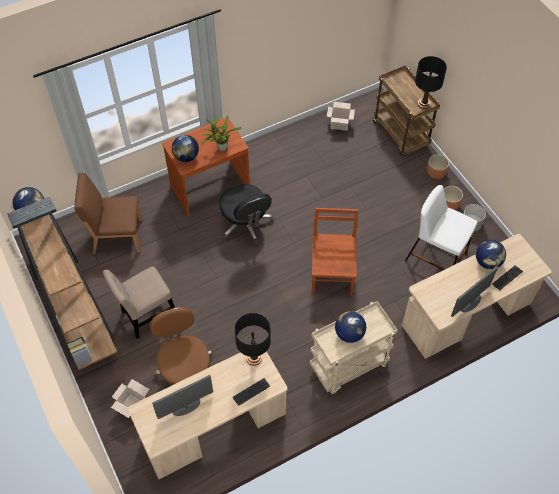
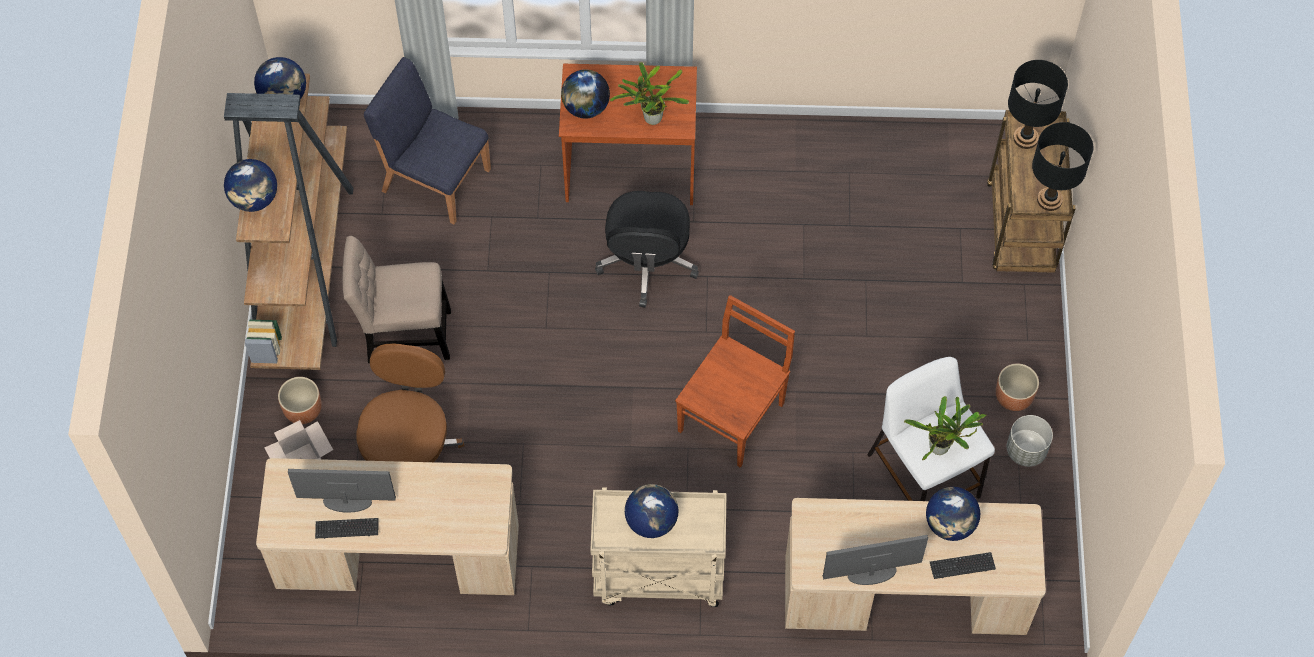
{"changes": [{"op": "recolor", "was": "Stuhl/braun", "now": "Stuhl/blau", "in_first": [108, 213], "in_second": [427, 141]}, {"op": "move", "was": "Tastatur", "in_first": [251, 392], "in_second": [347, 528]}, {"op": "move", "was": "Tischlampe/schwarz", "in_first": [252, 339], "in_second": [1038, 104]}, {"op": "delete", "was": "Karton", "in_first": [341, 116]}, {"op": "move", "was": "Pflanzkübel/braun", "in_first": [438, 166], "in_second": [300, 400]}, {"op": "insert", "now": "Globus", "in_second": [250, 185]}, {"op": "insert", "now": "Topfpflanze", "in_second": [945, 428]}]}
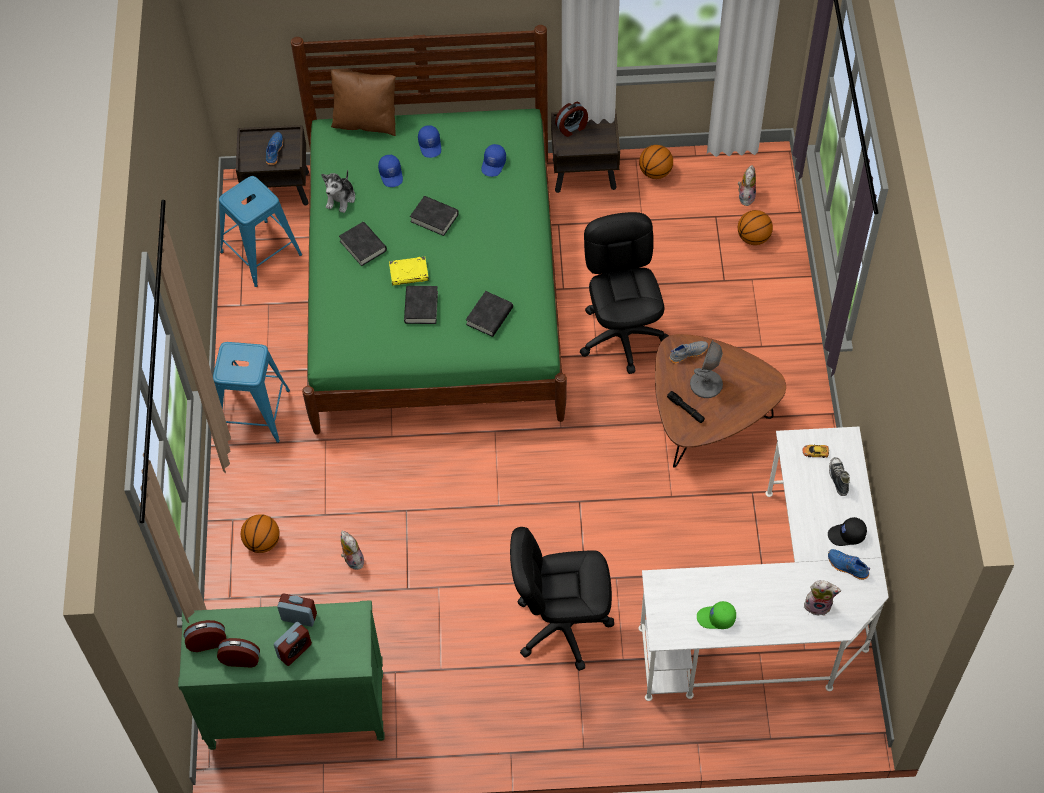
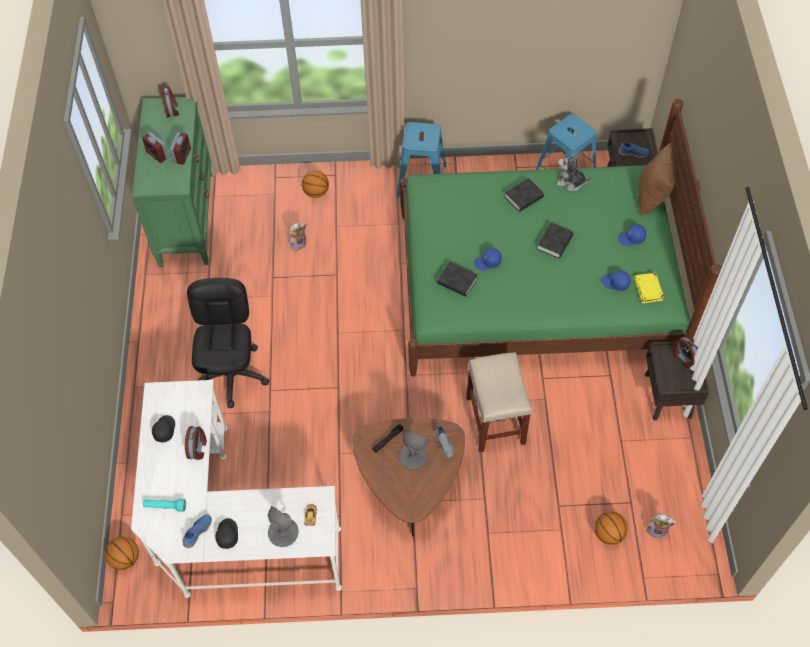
{"changes": [{"op": "move", "was": "Wecker", "in_first": [238, 653], "in_second": [196, 443]}, {"op": "move", "was": "Kappe/blau", "in_first": [390, 171], "in_second": [488, 259]}, {"op": "move", "was": "Buch/gelb", "in_first": [409, 271], "in_second": [649, 288]}, {"op": "delete", "was": "Buch/schwarz", "in_first": [421, 305]}, {"op": "replace", "was": "Bürostuhl/schwarz", "now": "Hocker/beige", "in_first": [624, 293], "in_second": [499, 402]}, {"op": "move", "was": "Basketball", "in_first": [656, 162], "in_second": [122, 553]}, {"op": "recolor", "was": "Kappe/grün", "now": "Kappe/schwarz", "in_first": [716, 615], "in_second": [163, 428]}, {"op": "replace", "was": "Plüschtier", "now": "Taschenlampe/türkis", "in_first": [822, 598], "in_second": [164, 505]}, {"op": "replace", "was": "Schuh", "now": "Tischlampe/grau", "in_first": [839, 476], "in_second": [283, 526]}]}
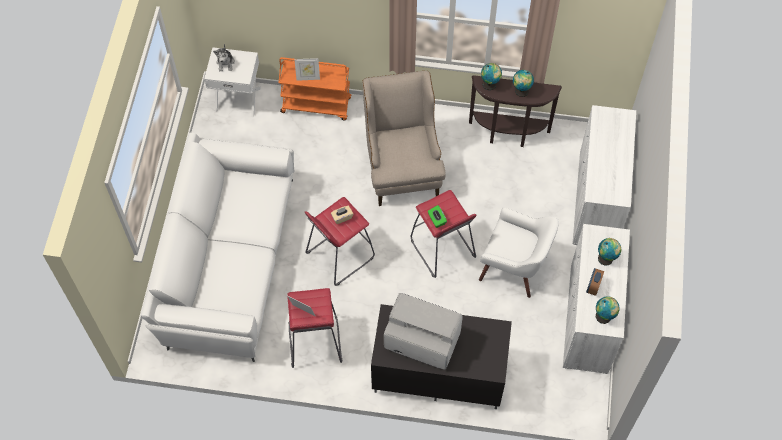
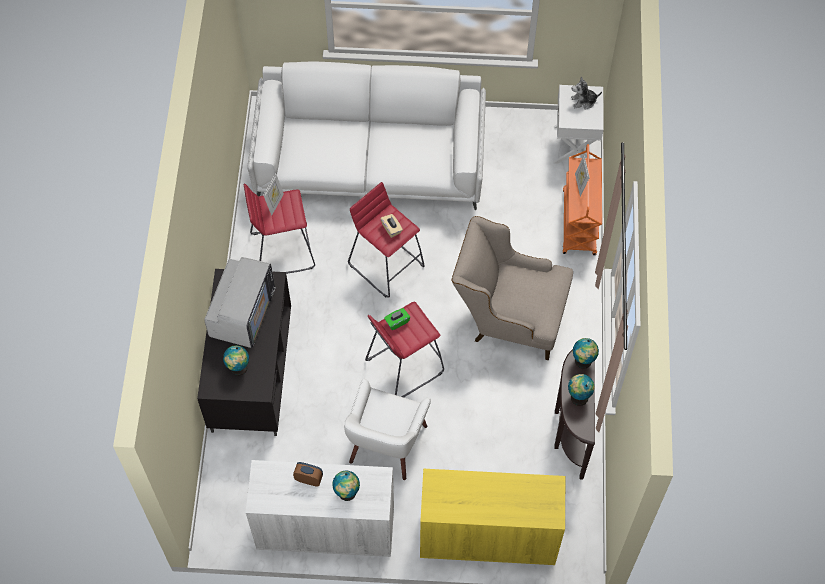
{"changes": [{"op": "rotate", "was": "Sessel/beige", "in_first": [404, 138], "in_second": [512, 288], "clockwise": -150}, {"op": "recolor", "was": "Schrank/weiß", "now": "Schrank/gelb", "in_first": [604, 175], "in_second": [492, 517]}, {"op": "move", "was": "Globus", "in_first": [608, 310], "in_second": [236, 360]}]}
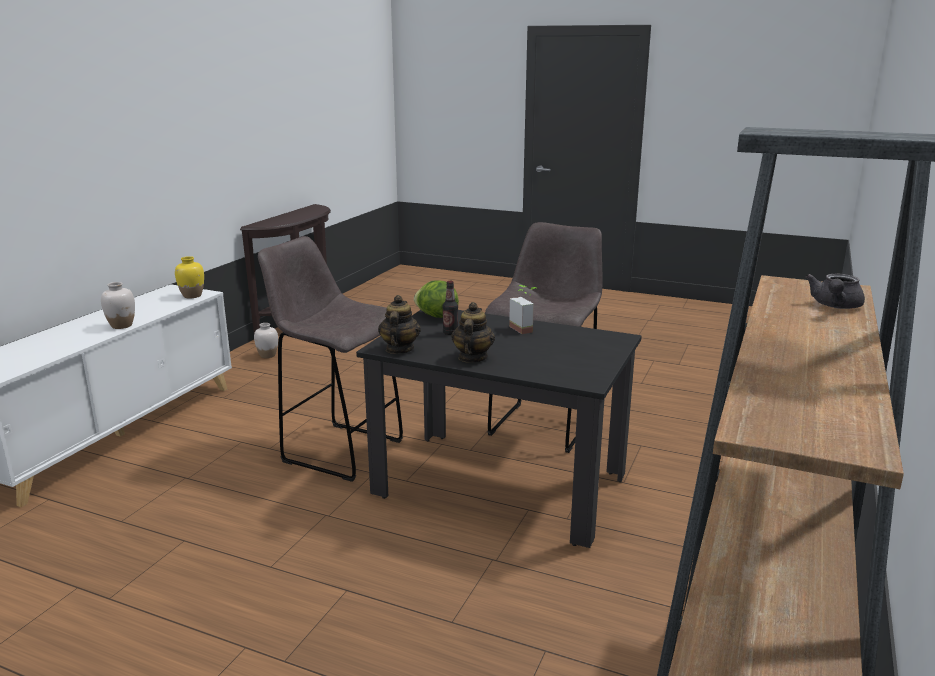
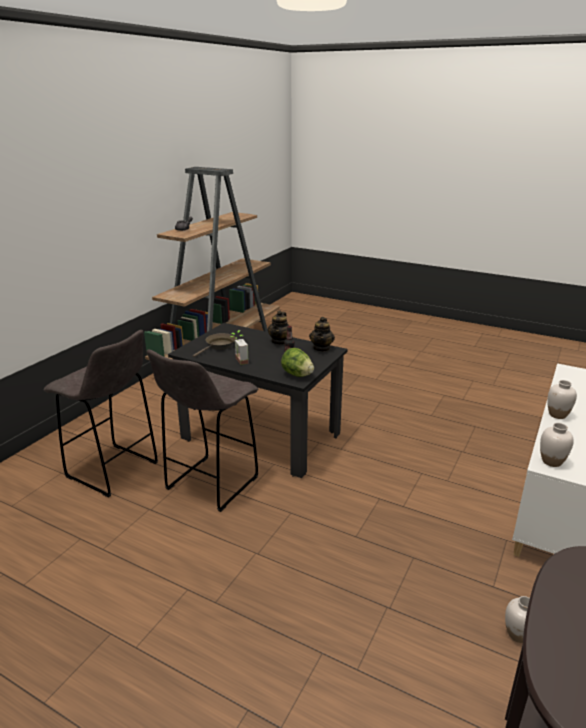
{"changes": [{"op": "recolor", "was": "Vase/gelb", "now": "Vase/weiß", "in_first": [189, 277], "in_second": [556, 445]}, {"op": "move", "was": "Hocker/grau", "in_first": [330, 359], "in_second": [101, 414]}, {"op": "insert", "now": "Pfanne/braun", "in_second": [214, 345]}]}
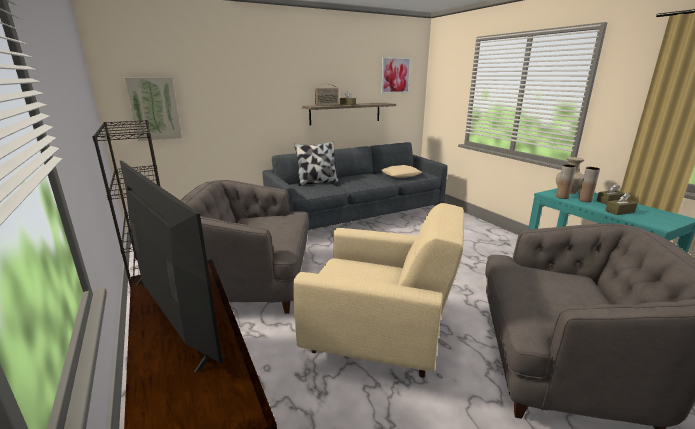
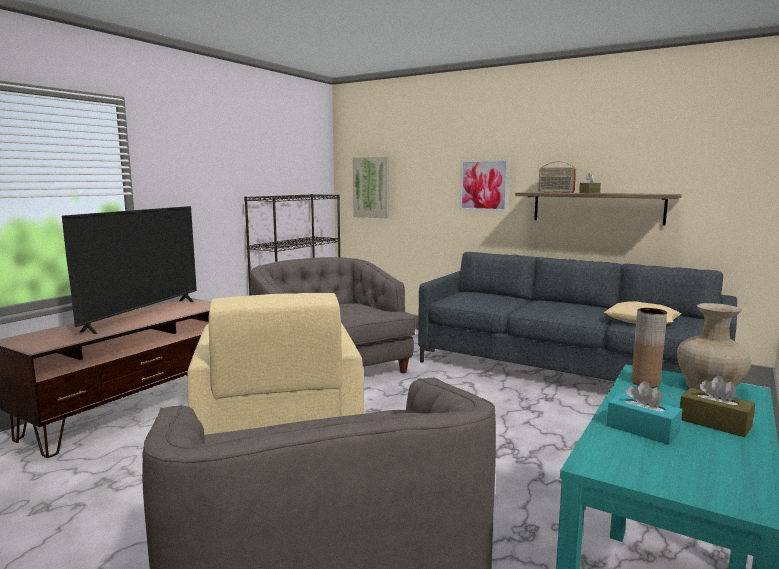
{"changes": [{"op": "delete", "was": "Kissen", "in_first": [316, 164]}, {"op": "move", "was": "Bild", "in_first": [396, 75], "in_second": [484, 185]}, {"op": "delete", "was": "Vase/braun", "in_first": [589, 184]}, {"op": "recolor", "was": "Taschentuchbox/braun", "now": "Taschentuchbox/türkis", "in_first": [621, 204], "in_second": [644, 413]}]}
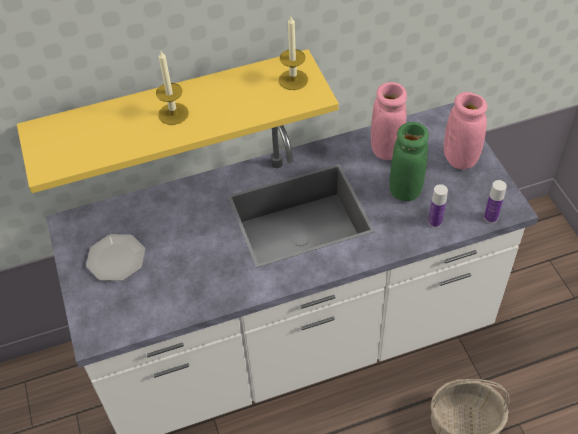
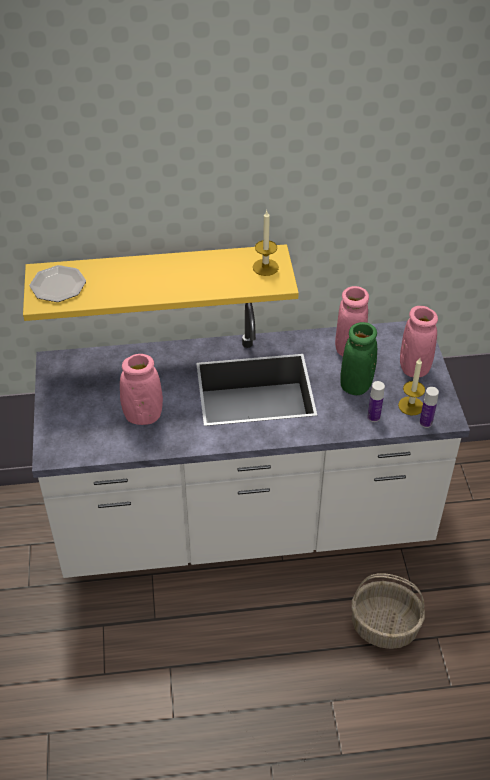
{"changes": [{"op": "move", "was": "Teller", "in_first": [115, 257], "in_second": [58, 283]}, {"op": "move", "was": "Kerze", "in_first": [172, 88], "in_second": [411, 387]}, {"op": "insert", "now": "Vase/rosa", "in_second": [141, 389]}]}
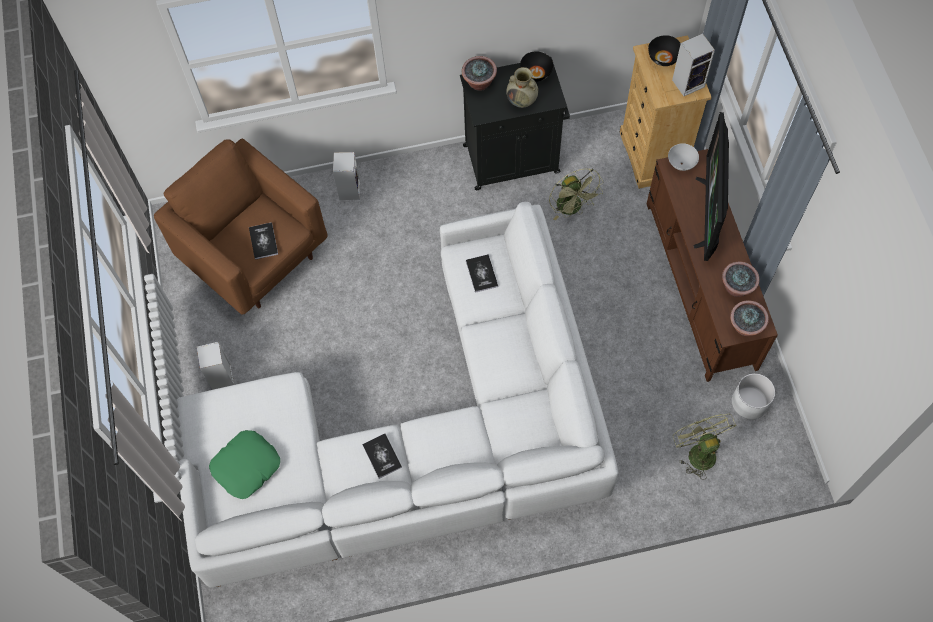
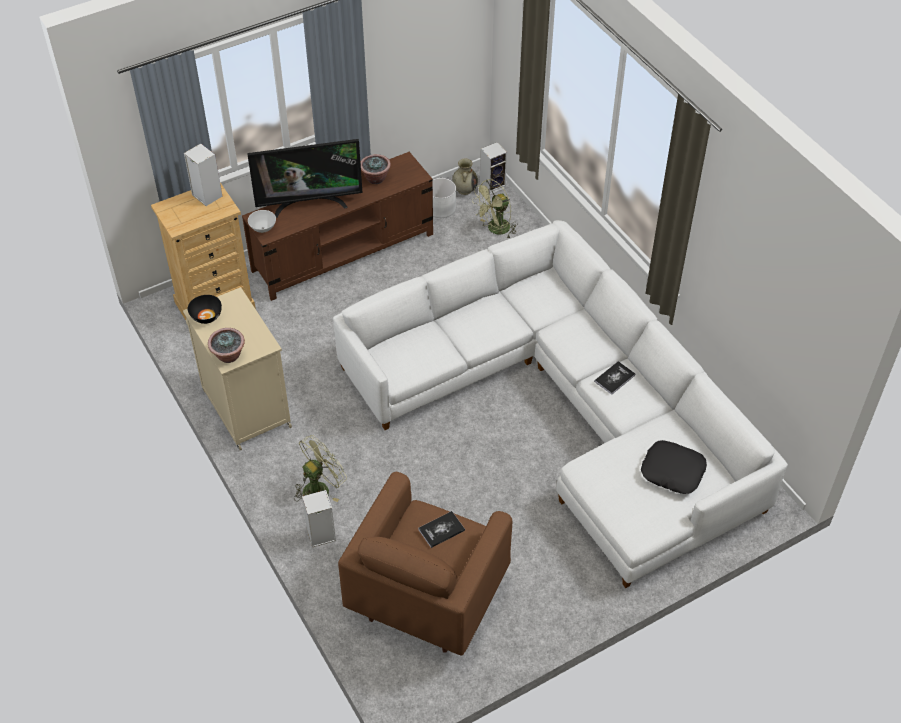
{"changes": [{"op": "move", "was": "Lautsprecher", "in_first": [215, 366], "in_second": [493, 168]}, {"op": "recolor", "was": "Kissen/grün", "now": "Kissen/schwarz", "in_first": [244, 464], "in_second": [674, 467]}, {"op": "recolor", "was": "Schrank/schwarz", "now": "Schrank/beige", "in_first": [515, 123], "in_second": [237, 369]}, {"op": "delete", "was": "Buch", "in_first": [482, 273]}, {"op": "move", "was": "Vase/beige", "in_first": [522, 87], "in_second": [465, 176]}, {"op": "move", "was": "Ventilator/grün", "in_first": [576, 194], "in_second": [320, 468]}, {"op": "delete", "was": "Schüssel/schwarz", "in_first": [664, 50]}, {"op": "delete", "was": "Topfpflanze", "in_first": [749, 318]}]}
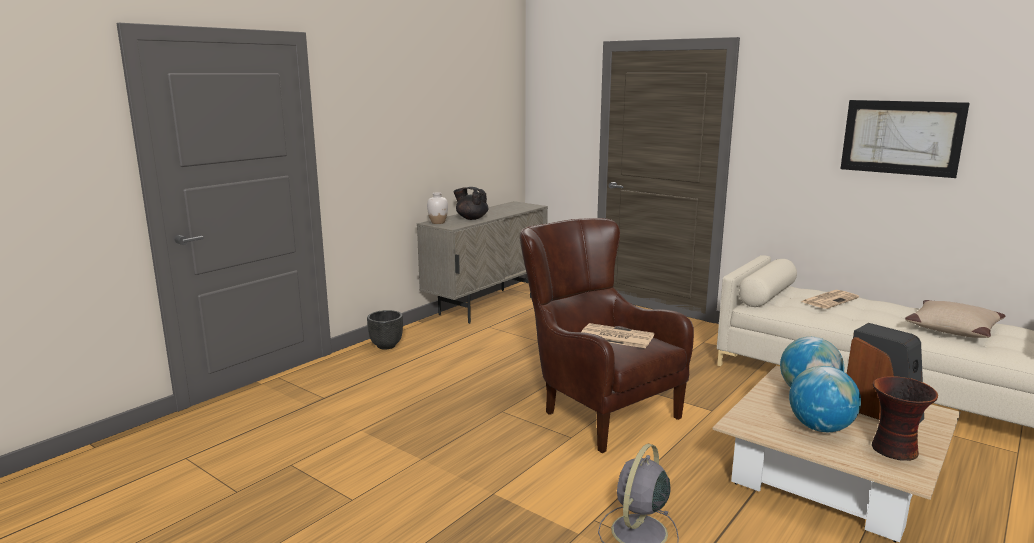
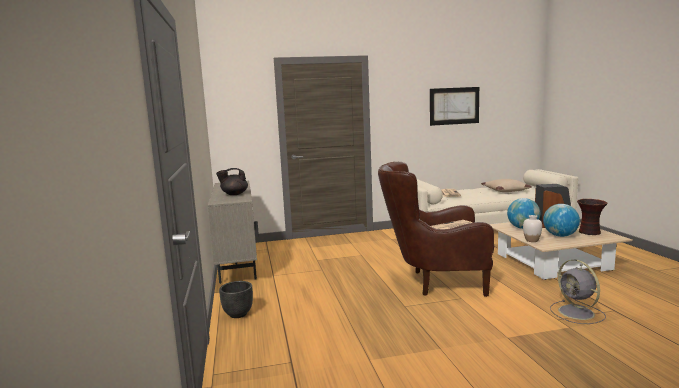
{"changes": [{"op": "move", "was": "Vase/weiß", "in_first": [437, 208], "in_second": [532, 228]}]}
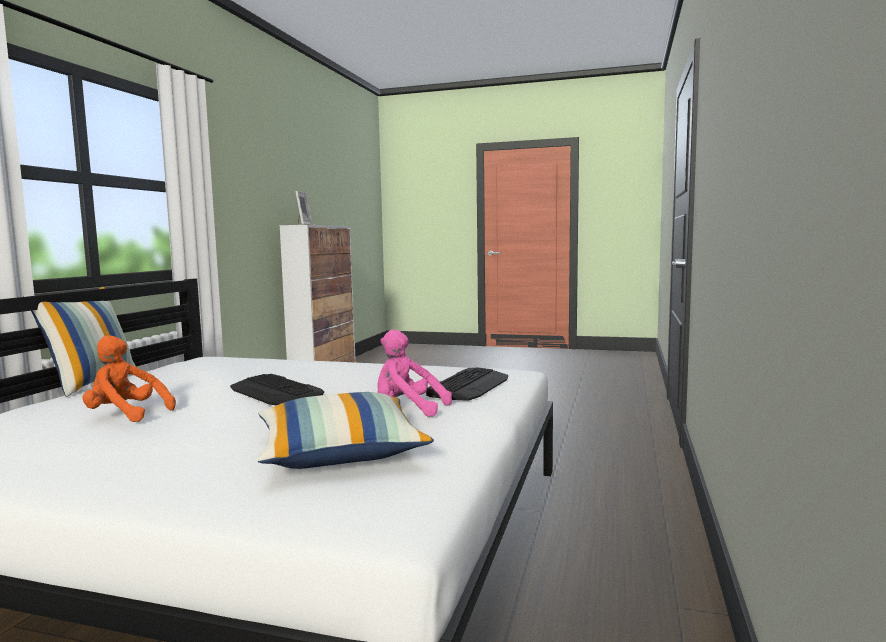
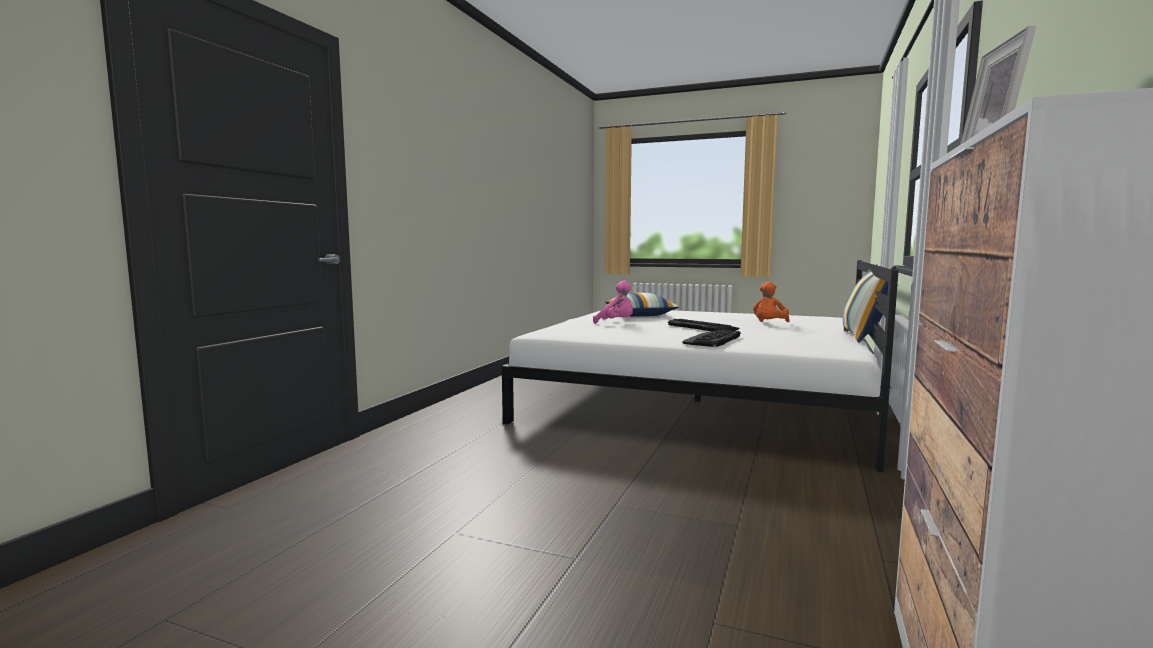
{"changes": [{"op": "rotate", "was": "Plüschtier/orange", "in_first": [129, 378], "in_second": [771, 302], "clockwise": 105}, {"op": "move", "was": "Tastatur", "in_first": [467, 384], "in_second": [711, 338]}]}
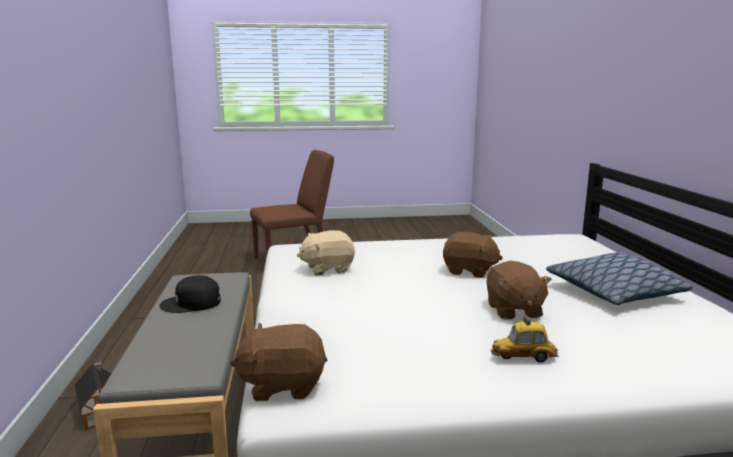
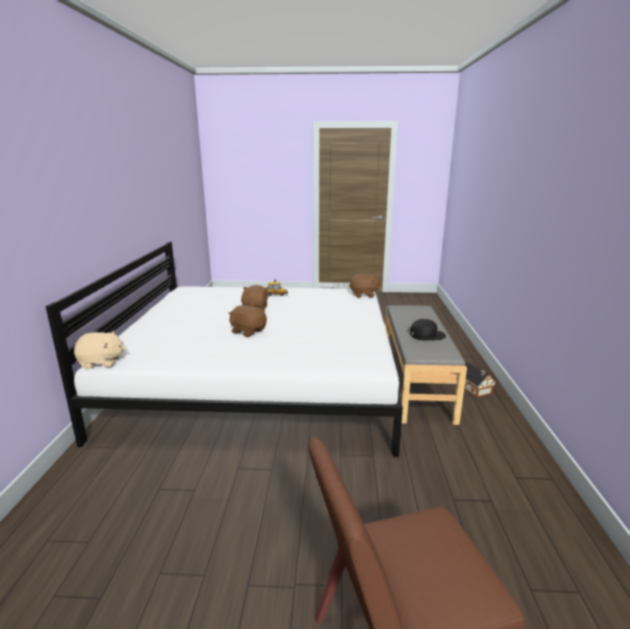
{"changes": [{"op": "move", "was": "Plüschtier/beige", "in_first": [326, 252], "in_second": [100, 350]}, {"op": "delete", "was": "Kissen", "in_first": [619, 279]}]}
